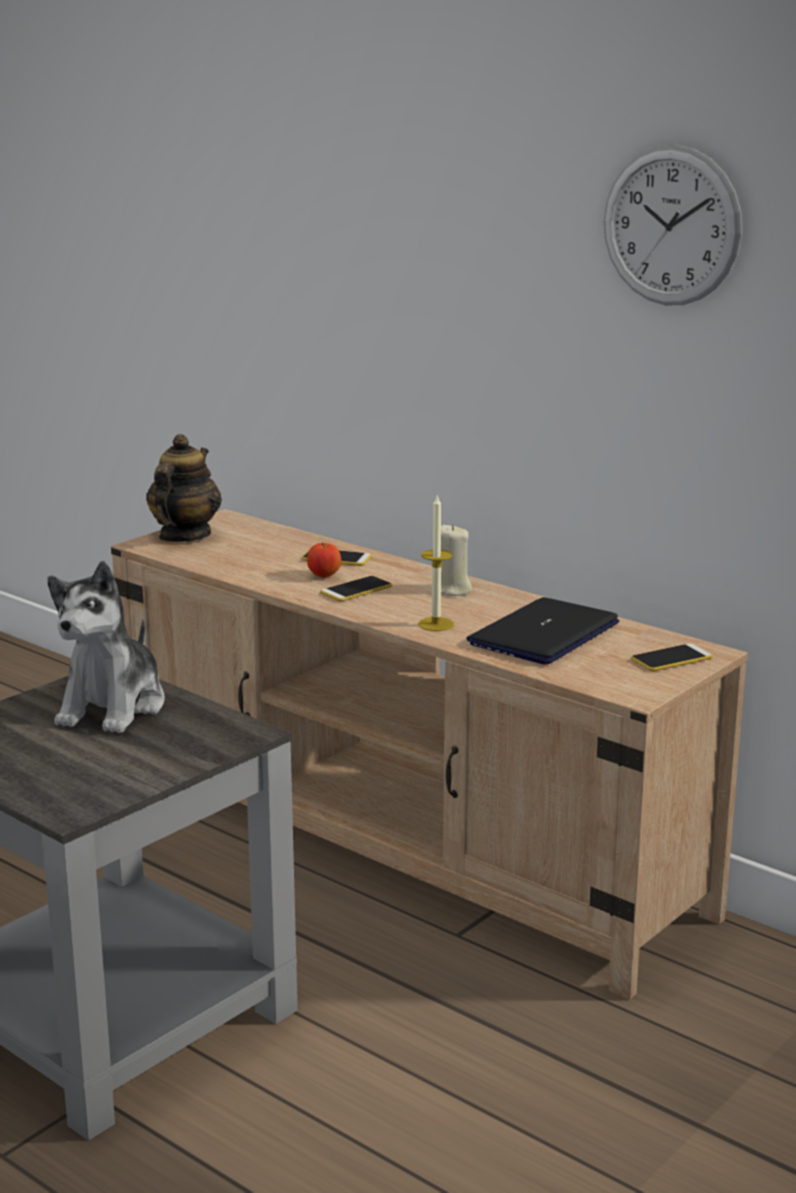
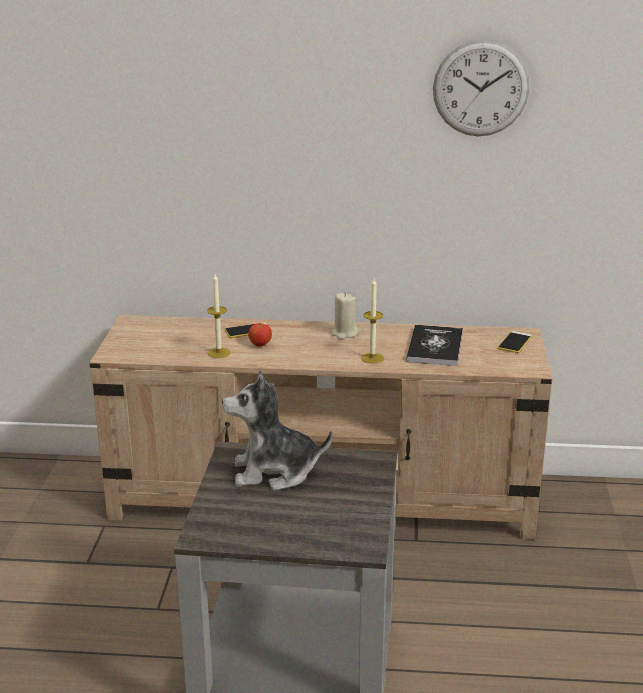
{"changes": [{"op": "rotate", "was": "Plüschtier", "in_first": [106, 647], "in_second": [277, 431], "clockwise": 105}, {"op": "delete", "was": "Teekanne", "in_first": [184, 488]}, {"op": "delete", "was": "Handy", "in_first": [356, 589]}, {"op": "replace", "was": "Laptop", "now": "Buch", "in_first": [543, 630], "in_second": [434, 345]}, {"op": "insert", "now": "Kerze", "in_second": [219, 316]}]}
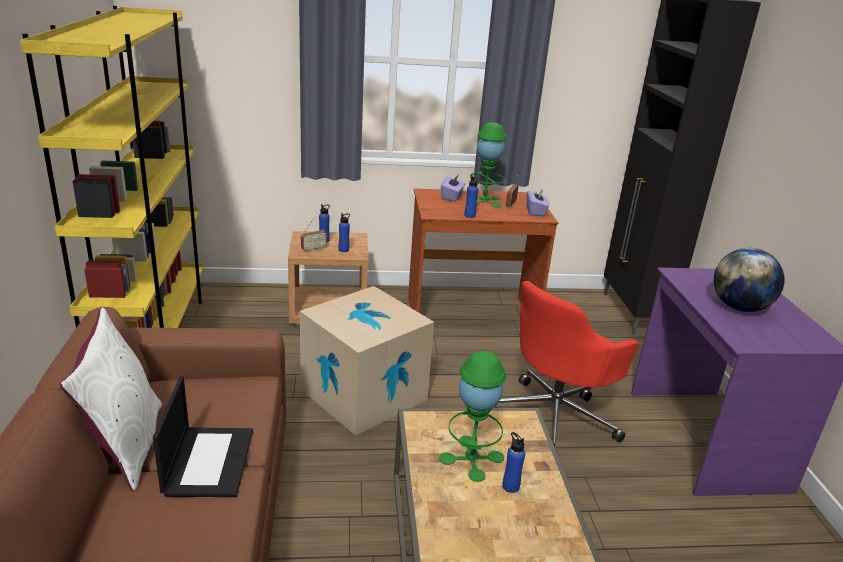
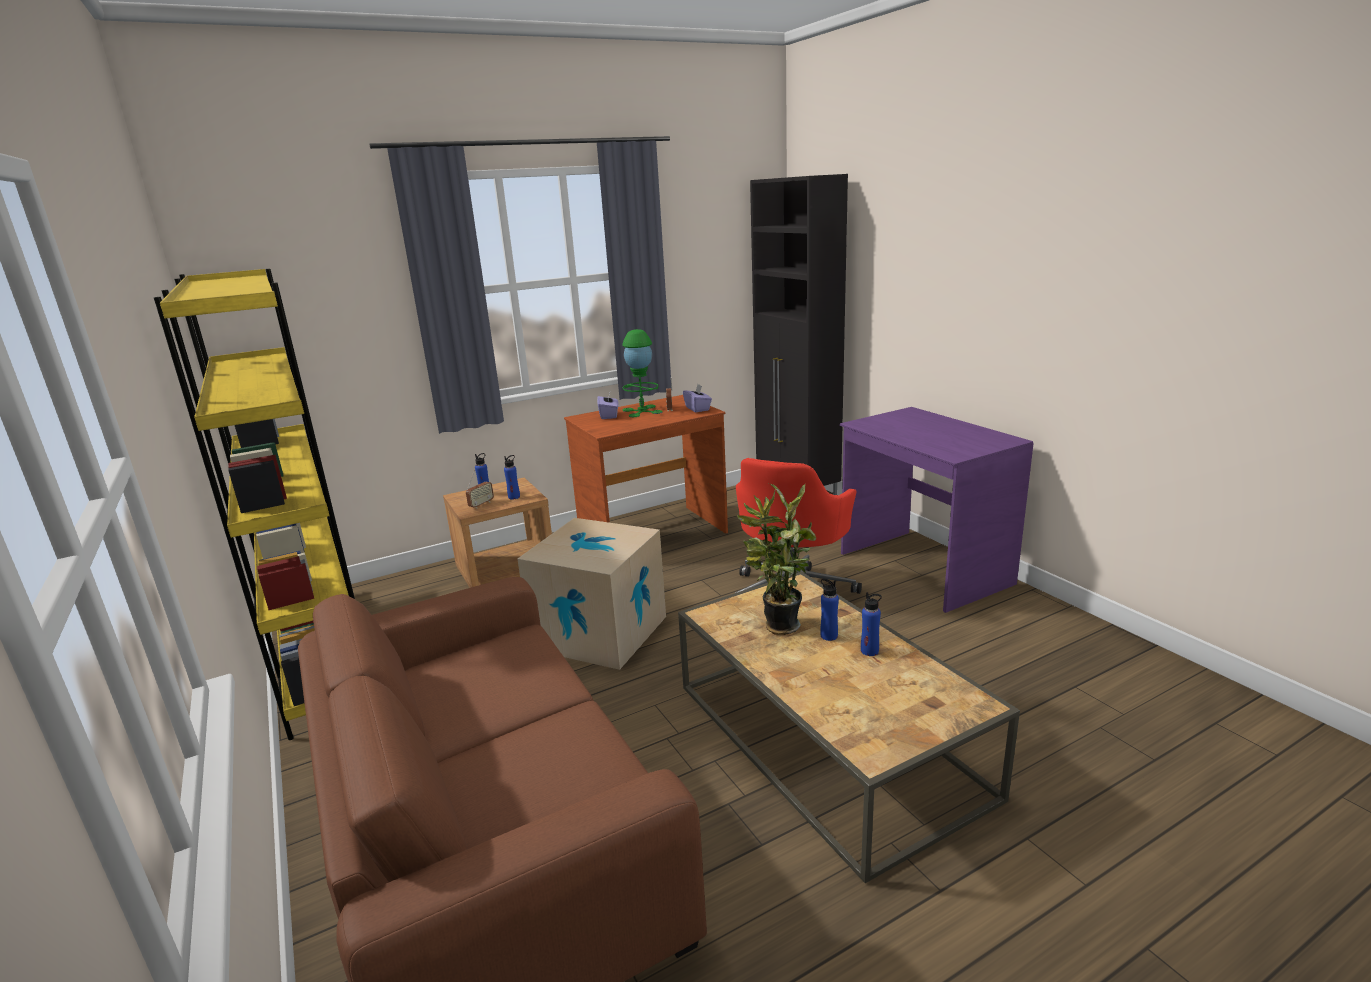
{"changes": [{"op": "delete", "was": "Kissen/weiß", "in_first": [111, 399]}, {"op": "delete", "was": "Laptop", "in_first": [203, 436]}, {"op": "replace", "was": "Tischlampe/grün", "now": "Topfpflanze", "in_first": [472, 416], "in_second": [776, 559]}, {"op": "move", "was": "Flasche/blau", "in_first": [471, 196], "in_second": [871, 624]}, {"op": "delete", "was": "Globus", "in_first": [749, 280]}]}
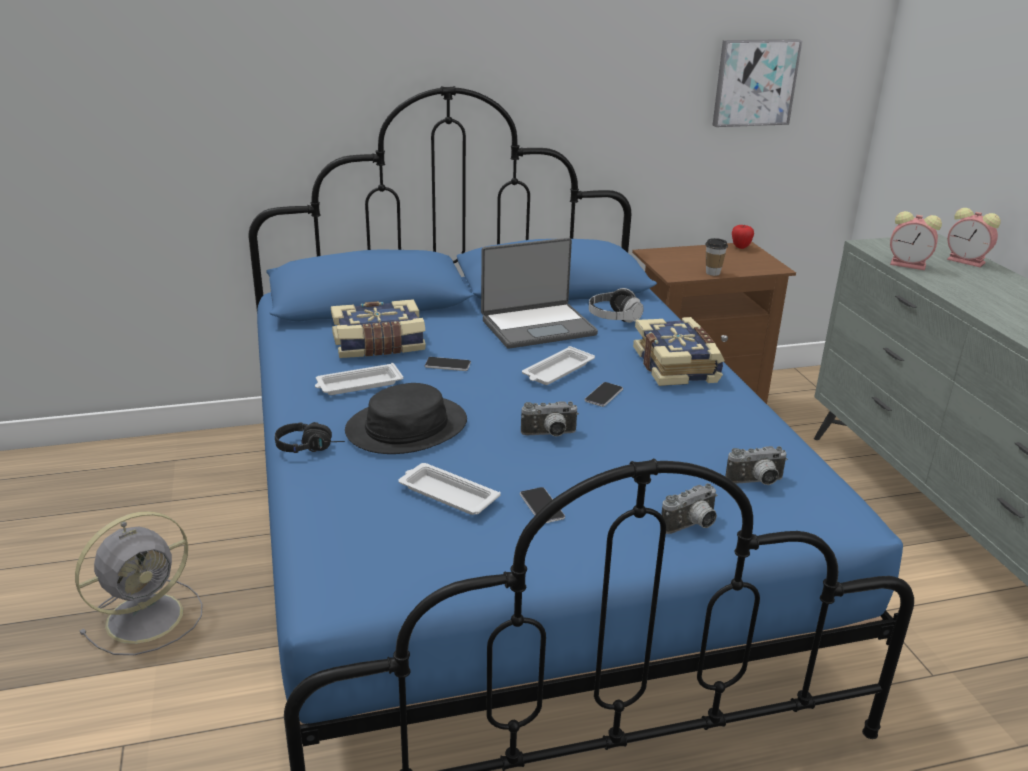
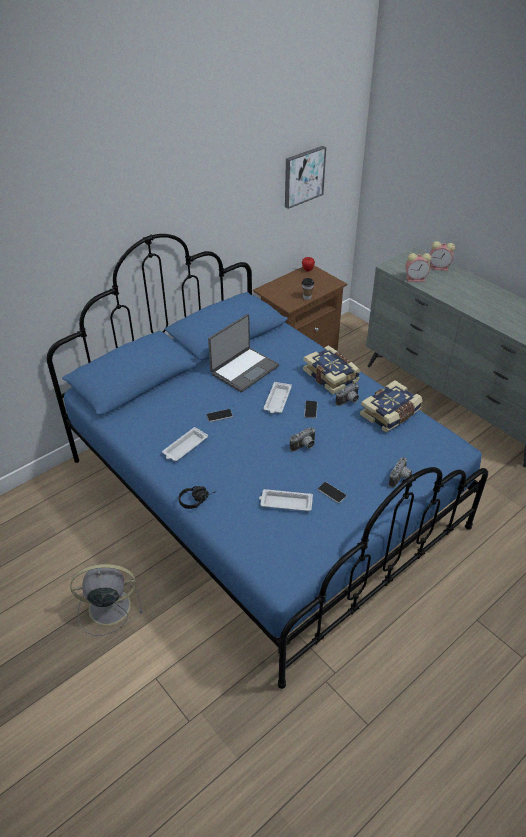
{"changes": [{"op": "rotate", "was": "Ventilator/grau", "in_first": [138, 583], "in_second": [106, 600], "clockwise": -120}, {"op": "move", "was": "Buch", "in_first": [378, 328], "in_second": [391, 406]}, {"op": "delete", "was": "Hut/schwarz", "in_first": [406, 418]}, {"op": "delete", "was": "Kopfhörer", "in_first": [616, 305]}, {"op": "move", "was": "Kamera", "in_first": [756, 465], "in_second": [347, 394]}]}
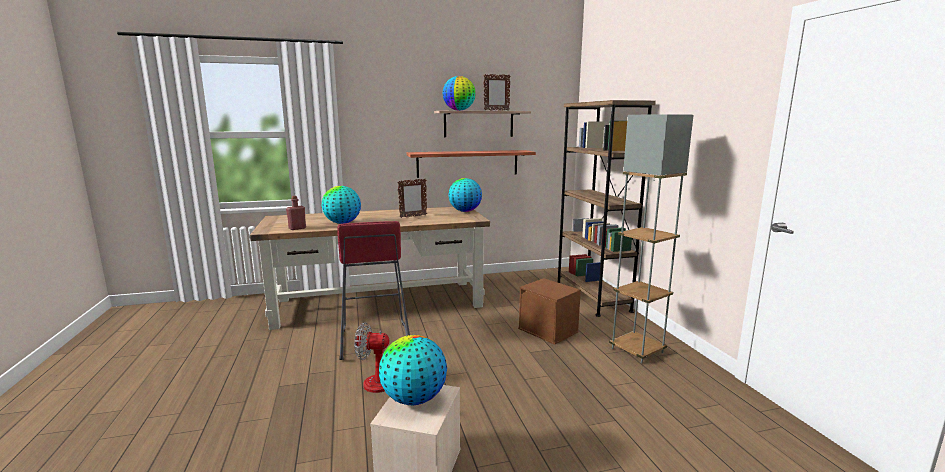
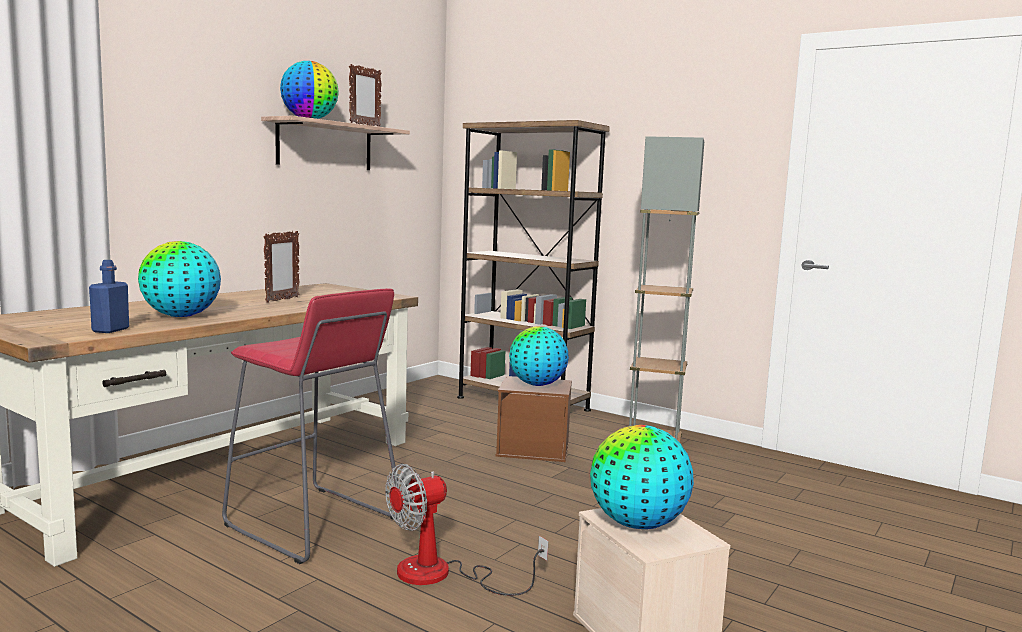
{"changes": [{"op": "recolor", "was": "Flasche/rot", "now": "Flasche/blau", "in_first": [296, 213], "in_second": [109, 296]}, {"op": "delete", "was": "Wandregal", "in_first": [471, 164]}, {"op": "move", "was": "Globus", "in_first": [465, 195], "in_second": [539, 356]}]}
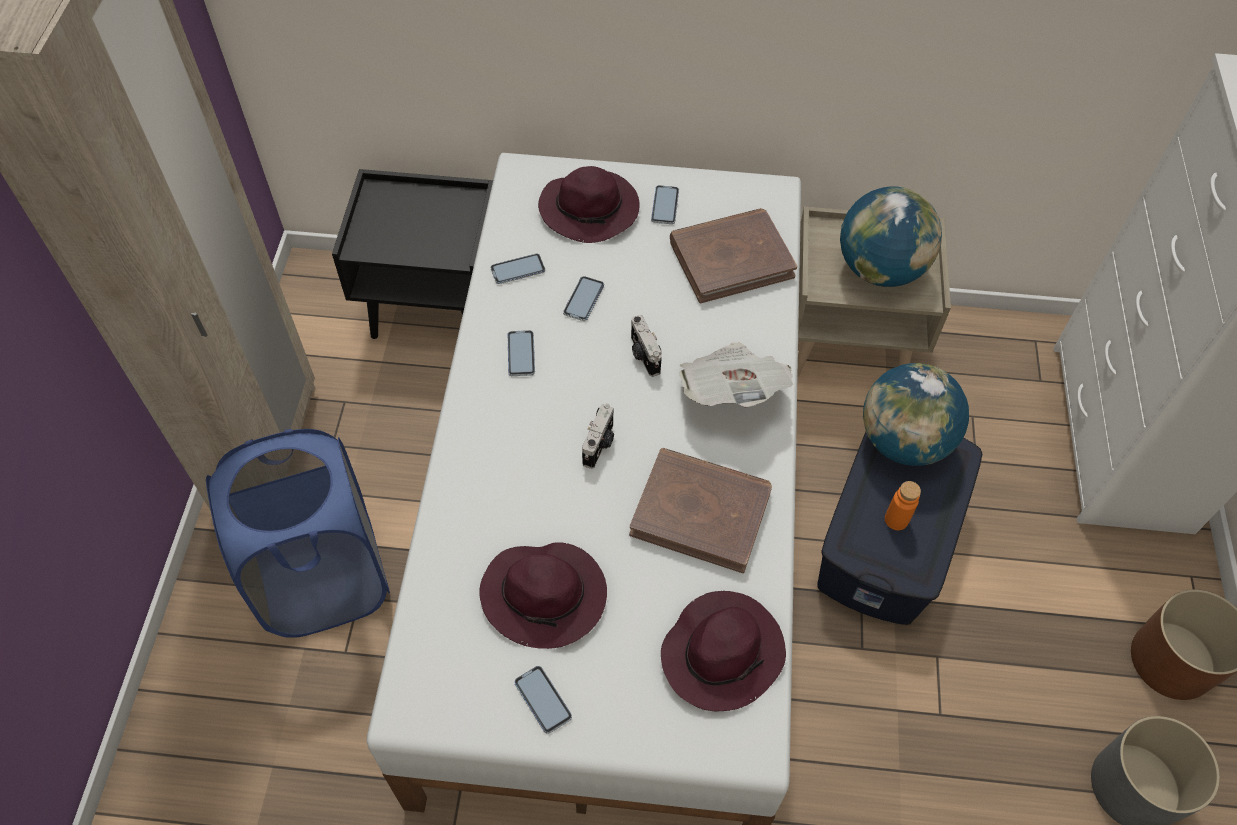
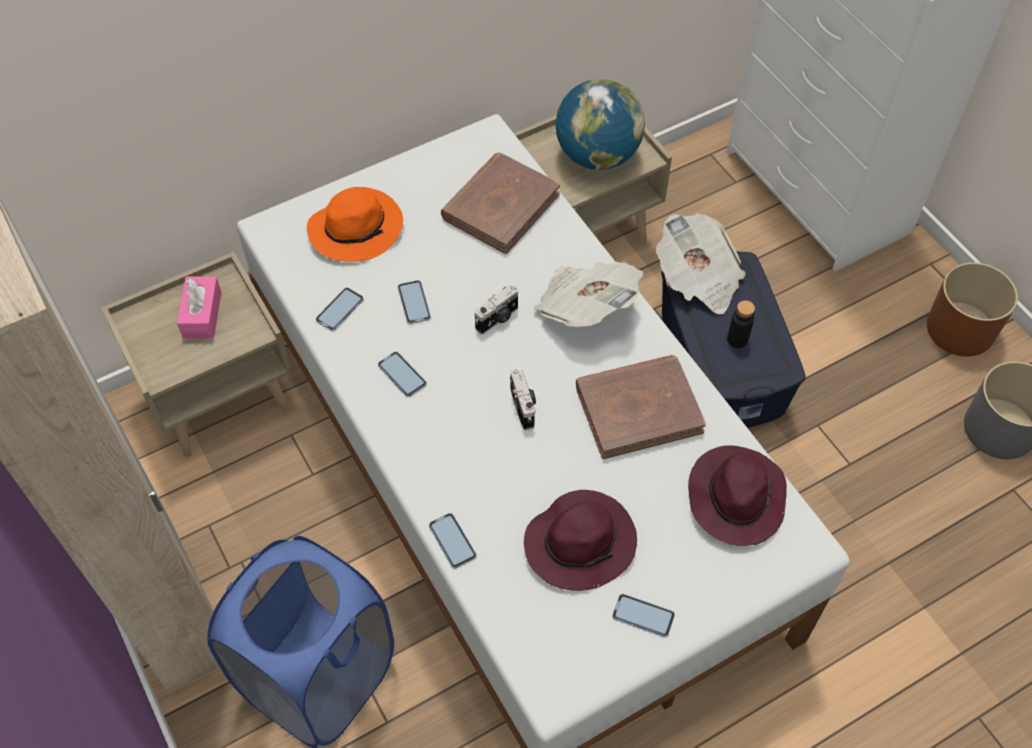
{"changes": [{"op": "recolor", "was": "Nachttisch/schwarz", "now": "Nachttisch/beige", "in_first": [412, 254], "in_second": [196, 354]}, {"op": "recolor", "was": "Hut/lila", "now": "Hut/orange", "in_first": [589, 204], "in_second": [355, 224]}, {"op": "rotate", "was": "Kamera", "in_first": [646, 346], "in_second": [496, 309], "clockwise": -75}, {"op": "move", "was": "Handy", "in_first": [665, 204], "in_second": [453, 541]}, {"op": "replace", "was": "Globus", "now": "Zeitung", "in_first": [916, 414], "in_second": [701, 263]}, {"op": "recolor", "was": "Flasche/orange", "now": "Flasche/schwarz", "in_first": [903, 505], "in_second": [741, 324]}, {"op": "insert", "now": "Taschentuchbox/rosa", "in_second": [199, 307]}]}
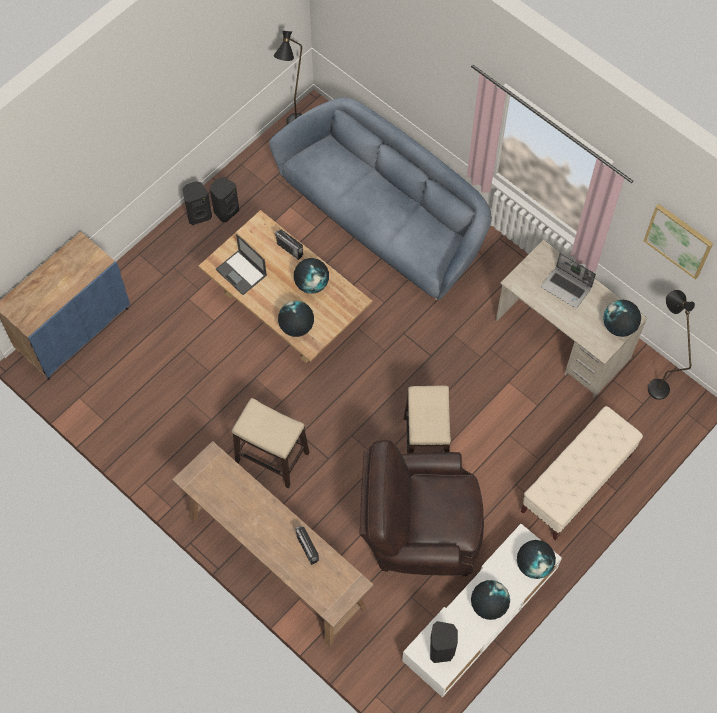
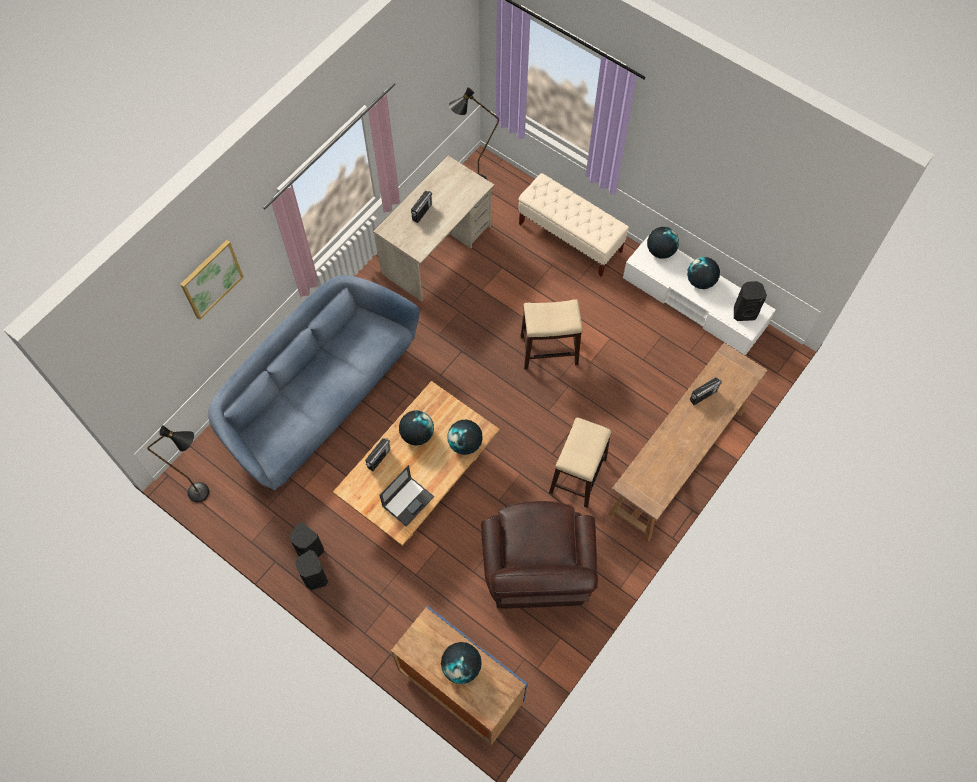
{"changes": [{"op": "move", "was": "Sessel/braun", "in_first": [421, 508], "in_second": [539, 555]}, {"op": "replace", "was": "Laptop", "now": "Radio", "in_first": [568, 280], "in_second": [421, 207]}, {"op": "move", "was": "Globus", "in_first": [622, 318], "in_second": [461, 663]}, {"op": "move", "was": "Bild", "in_first": [678, 242], "in_second": [212, 280]}]}
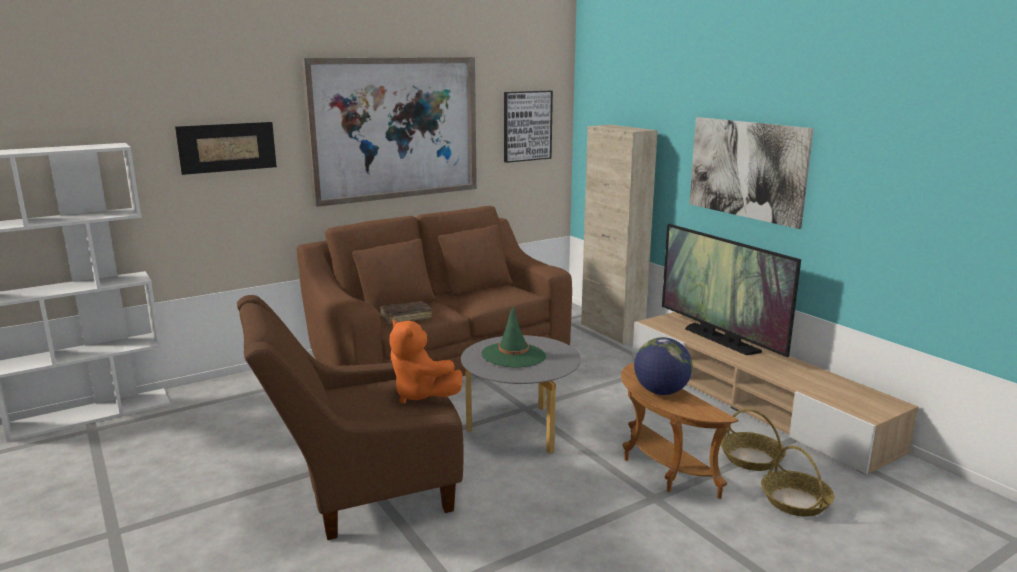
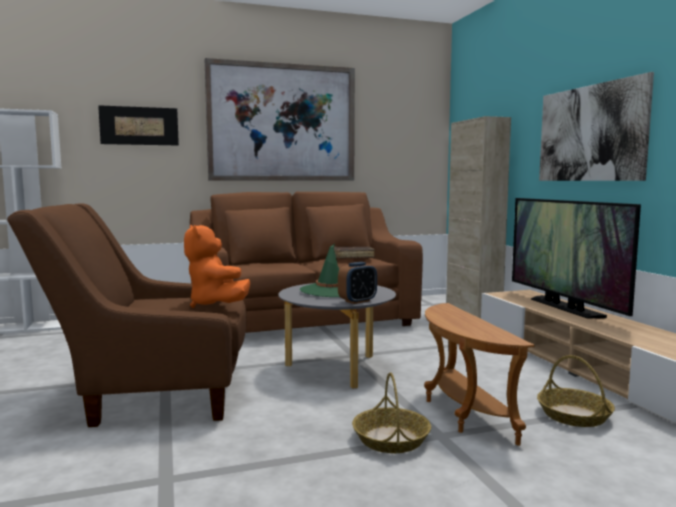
{"changes": [{"op": "move", "was": "Buch/braun", "in_first": [406, 313], "in_second": [354, 252]}, {"op": "delete", "was": "Bild", "in_first": [528, 127]}, {"op": "delete", "was": "Globus", "in_first": [663, 366]}, {"op": "move", "was": "Korb", "in_first": [797, 480], "in_second": [391, 412]}, {"op": "insert", "now": "Wecker", "in_second": [357, 283]}]}
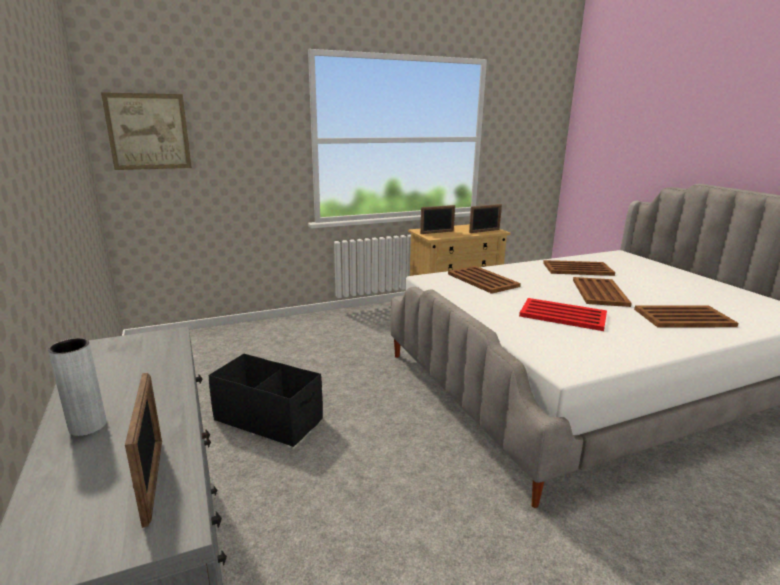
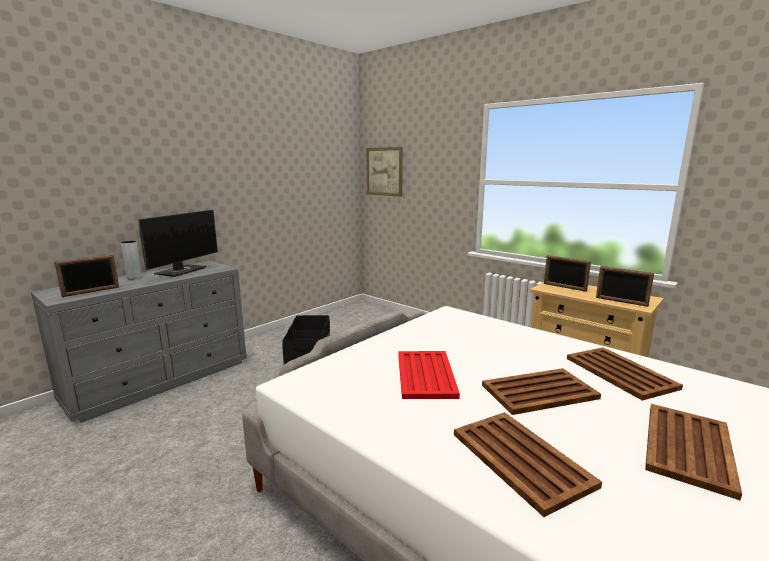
{"changes": [{"op": "move", "was": "Tablett/braun", "in_first": [484, 280], "in_second": [693, 452]}, {"op": "insert", "now": "Monitor", "in_second": [178, 243]}]}
